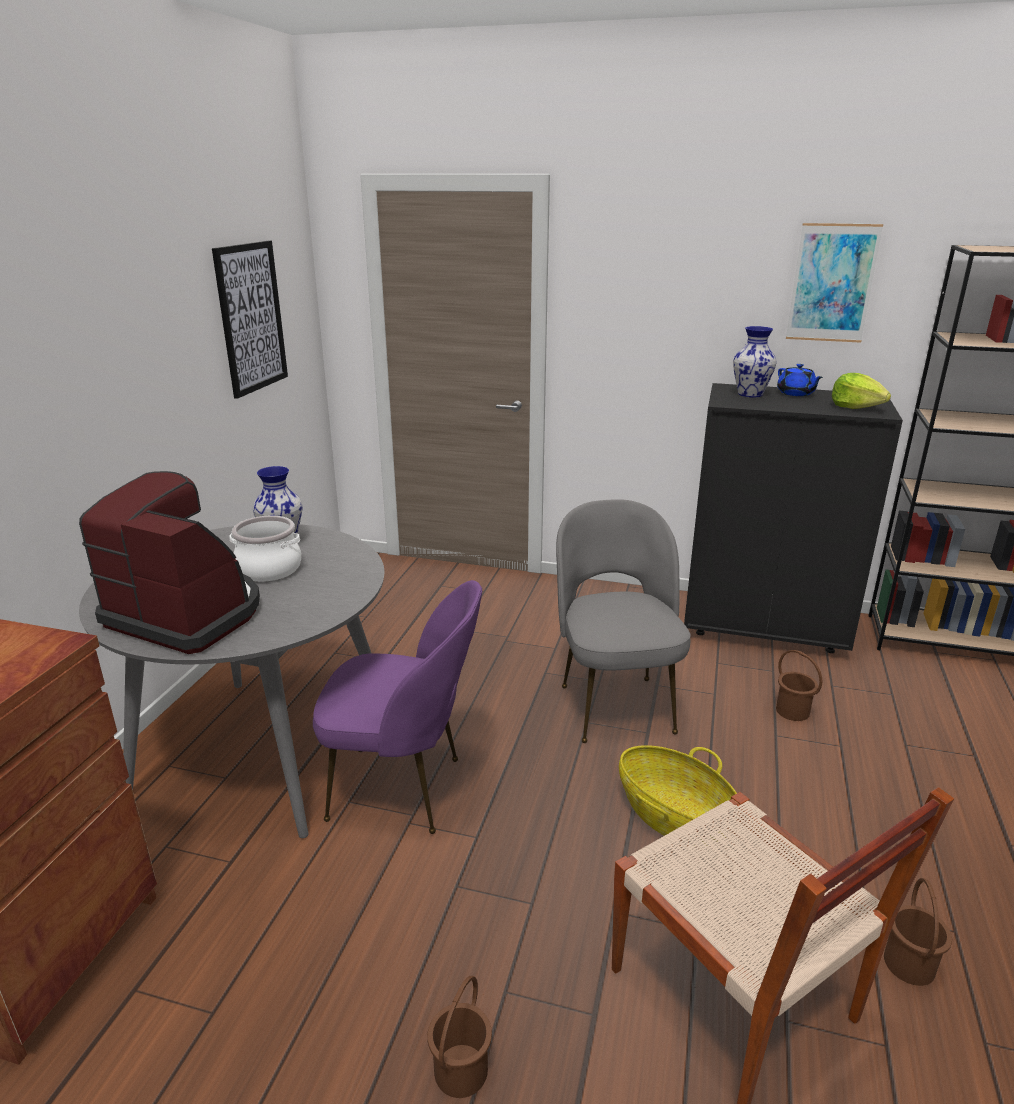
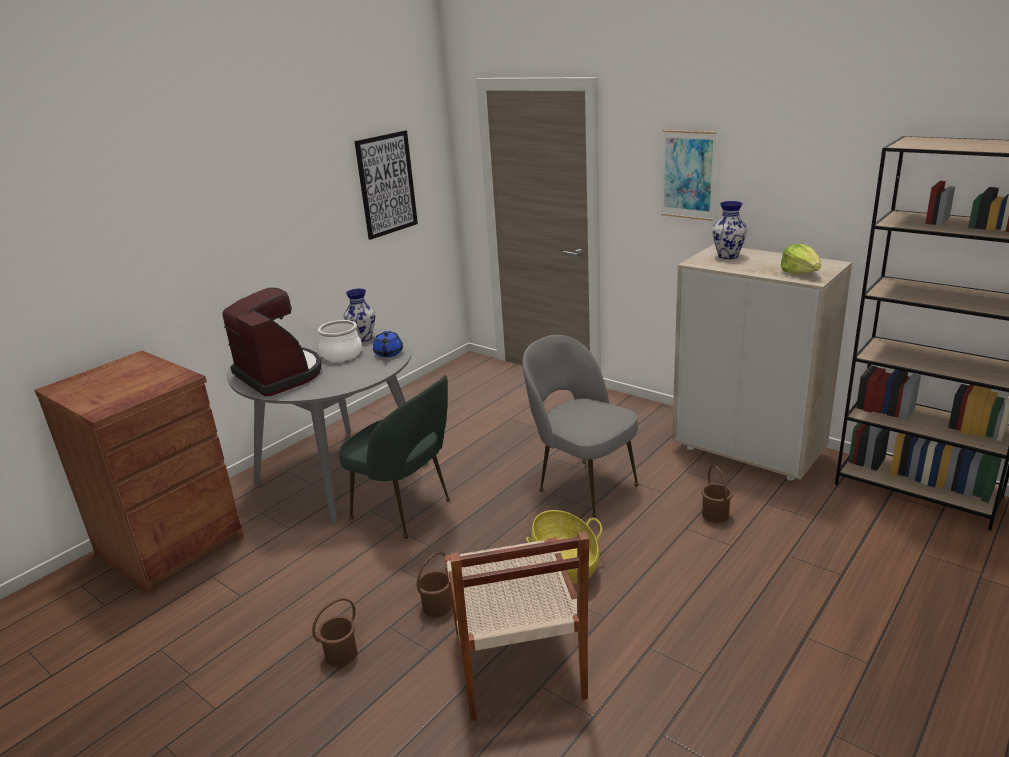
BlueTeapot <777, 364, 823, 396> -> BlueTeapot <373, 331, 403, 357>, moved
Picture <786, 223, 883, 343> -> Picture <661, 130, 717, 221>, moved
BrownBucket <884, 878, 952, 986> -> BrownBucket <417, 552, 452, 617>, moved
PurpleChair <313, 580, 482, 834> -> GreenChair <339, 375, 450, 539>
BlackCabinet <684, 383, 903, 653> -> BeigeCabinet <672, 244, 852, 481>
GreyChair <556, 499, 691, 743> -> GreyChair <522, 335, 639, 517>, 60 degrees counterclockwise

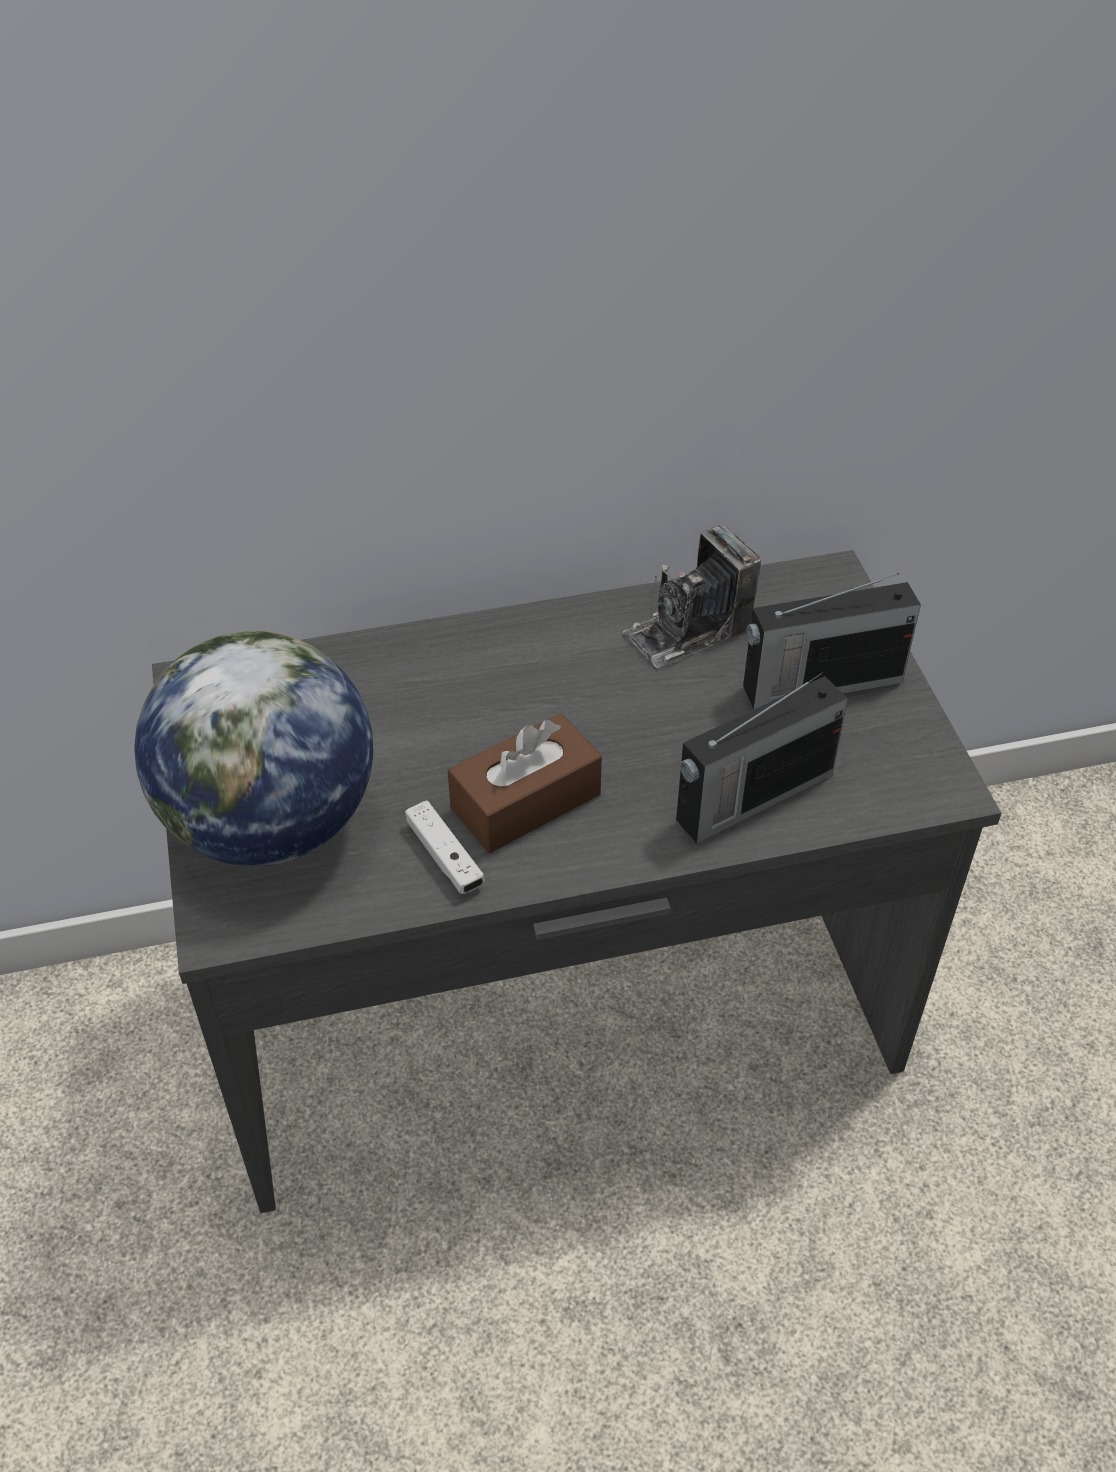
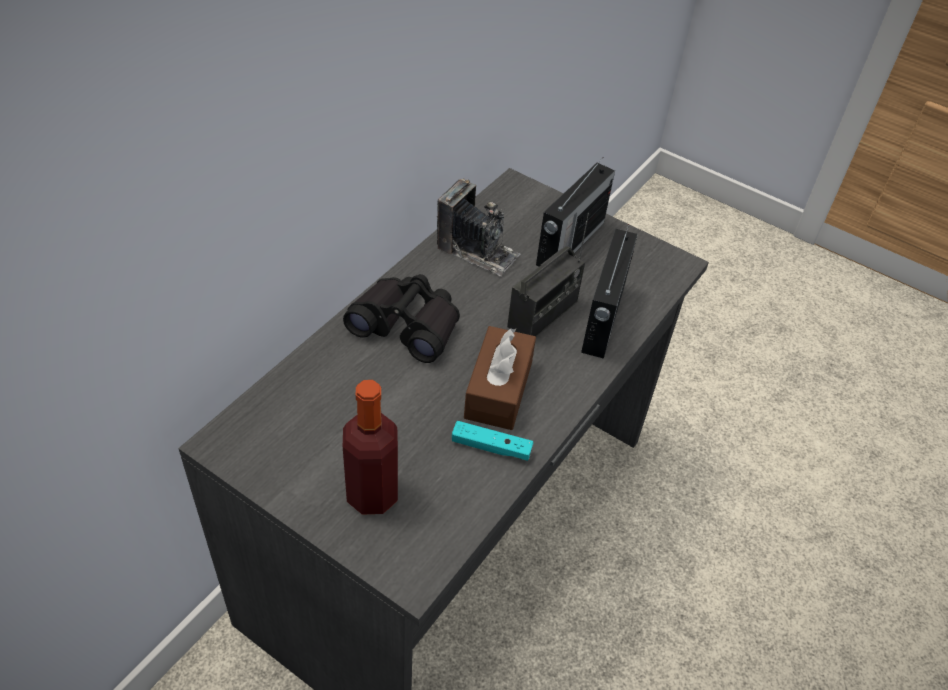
none -> BlackBinoculars <343, 274, 460, 363>
none -> Radio <507, 213, 589, 336>
Globe <134, 631, 373, 866> -> Bottle <343, 380, 398, 515>
WhiteGameController <405, 801, 485, 894> -> TurquoiseGameController <452, 421, 533, 461>
PhotoCamera <622, 525, 761, 668> -> PhotoCamera <436, 179, 521, 277>, 75 degrees counterclockwise

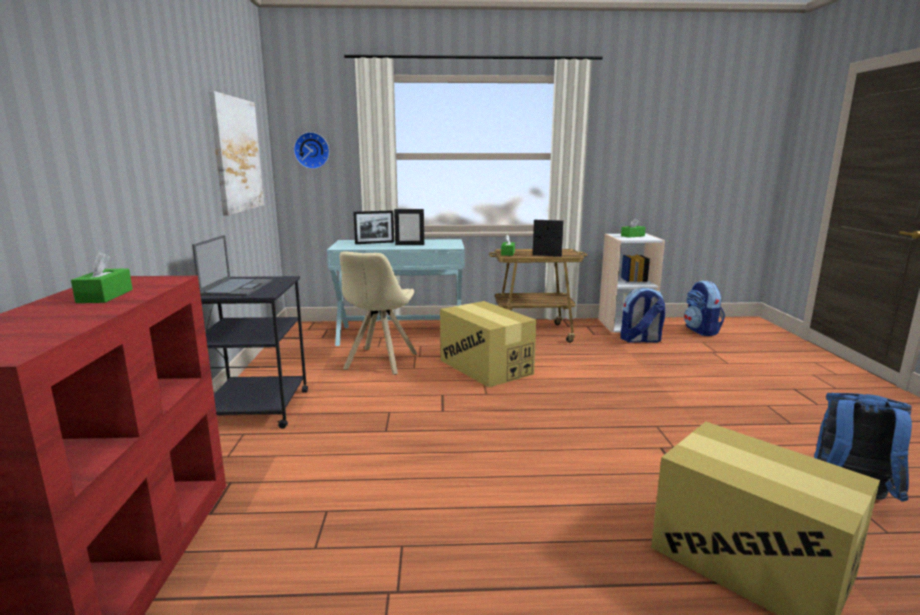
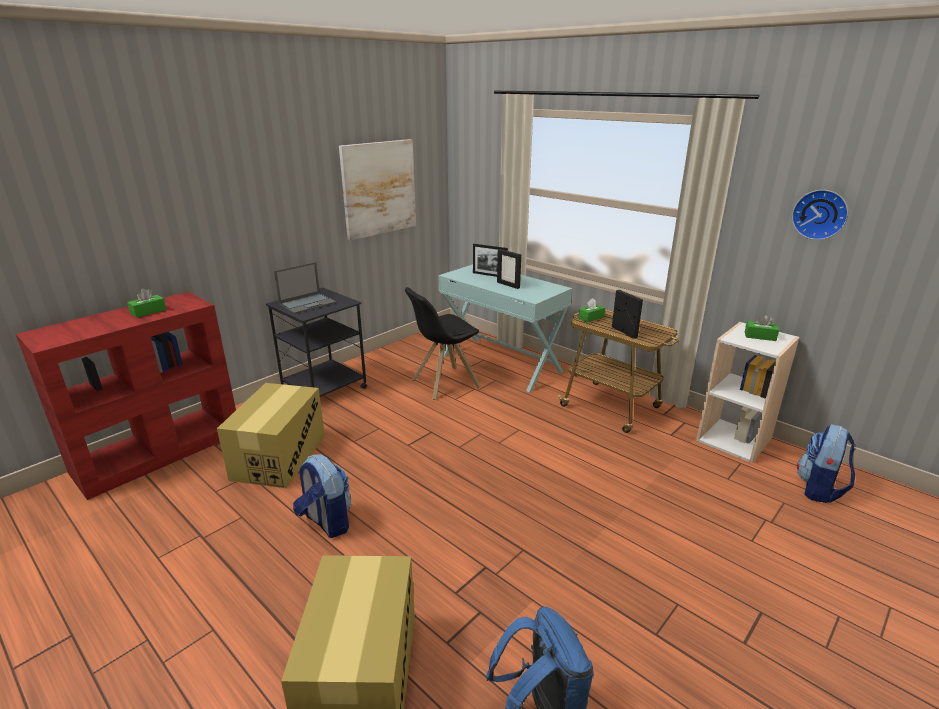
WallClock <294, 132, 330, 169> -> WallClock <792, 190, 848, 240>, moved
CardboardBox <440, 301, 536, 388> -> CardboardBox <217, 383, 325, 488>, moved
Backpack <621, 288, 665, 343> -> Backpack <293, 454, 351, 538>, moved
BeigeChair <340, 251, 418, 375> -> BlackChair <405, 287, 480, 400>

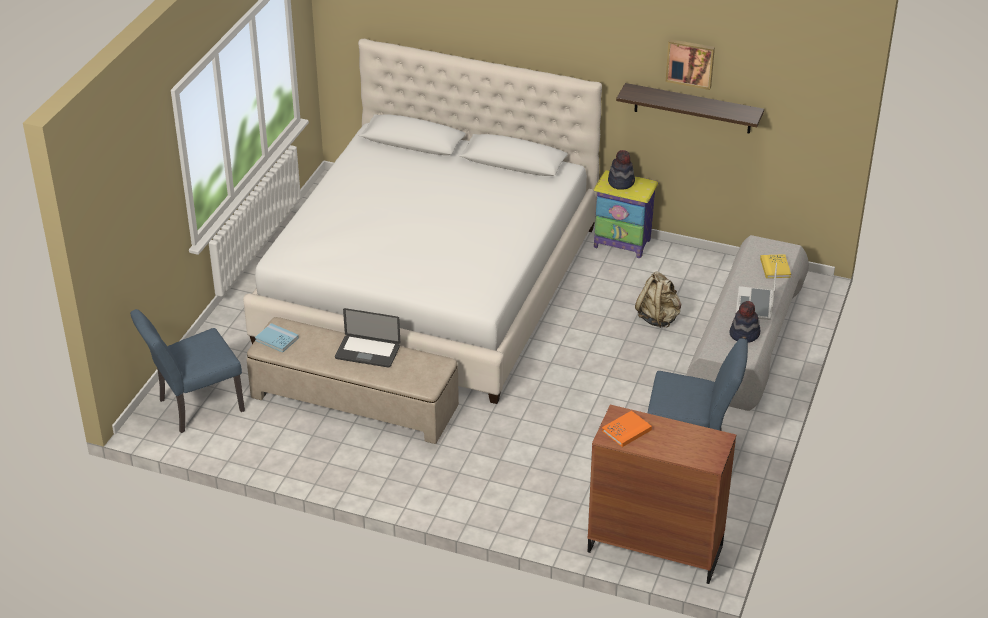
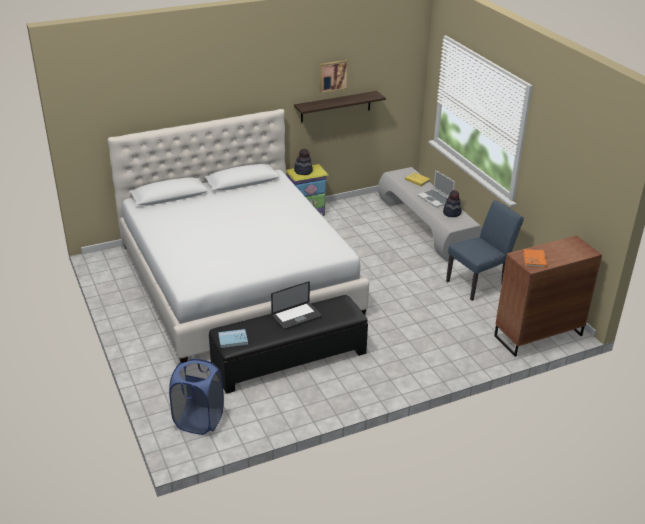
BeigeBackpack <635, 272, 681, 328> -> none
BlueChair <130, 309, 245, 433> -> BlueLaundryBasket <169, 359, 224, 435>
BeigeBench <247, 317, 459, 444> -> BlackBench <209, 295, 368, 394>

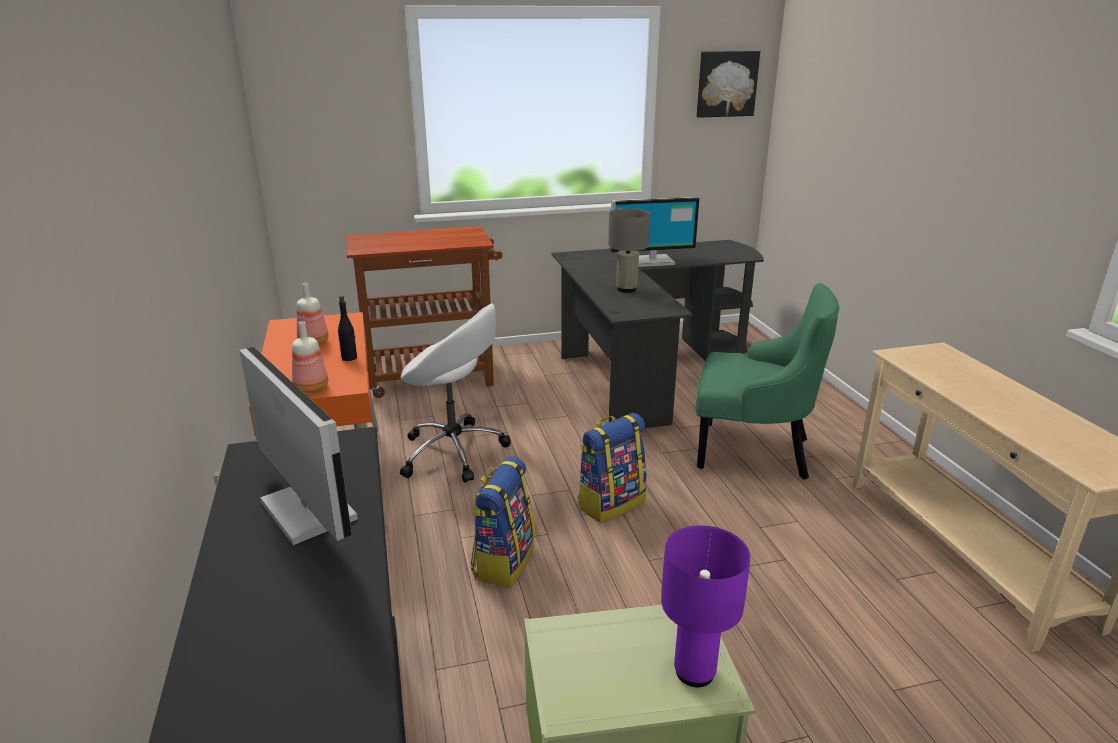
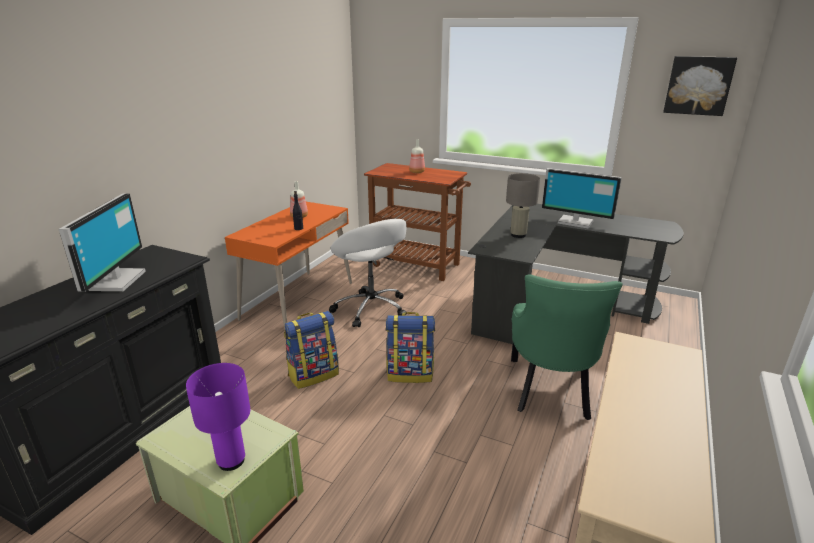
Bottle <292, 321, 328, 393> -> Bottle <409, 139, 425, 173>, moved
GreenChair <696, 283, 839, 480> -> GreenChair <511, 274, 623, 420>, 45 degrees clockwise

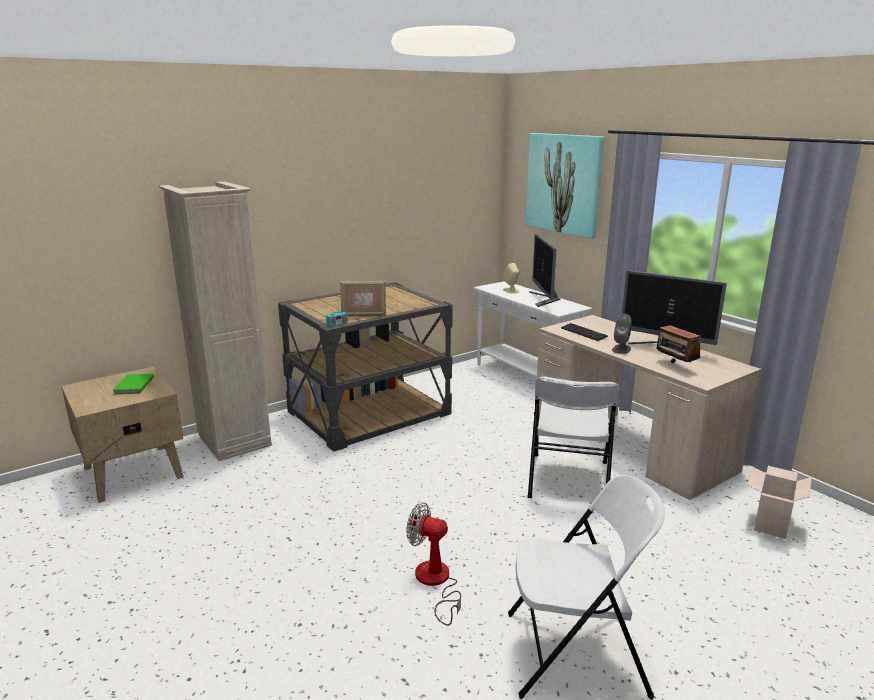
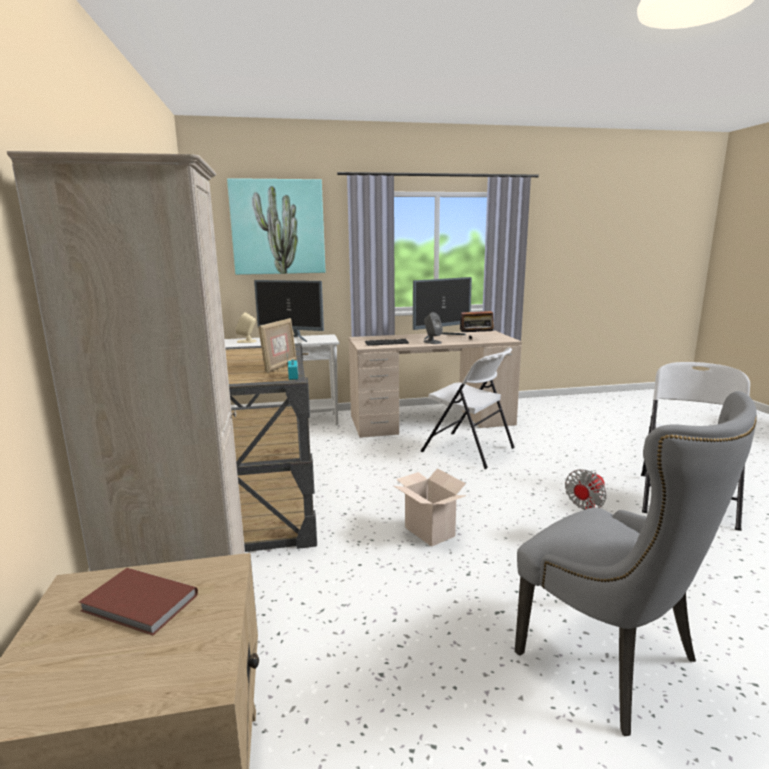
none -> GreyChair <515, 391, 757, 736>
CardboardBox <747, 466, 812, 539> -> CardboardBox <394, 468, 467, 547>, moved
GreenBook <113, 374, 154, 394> -> BrownBook <79, 568, 198, 636>

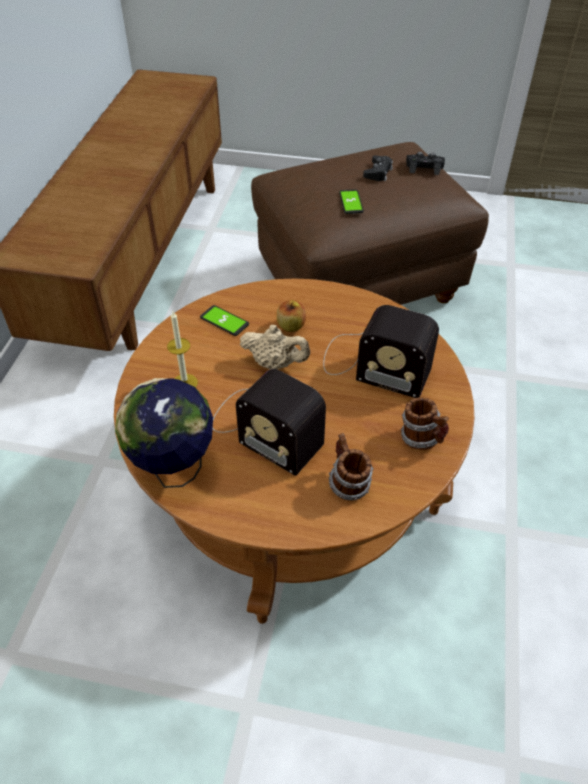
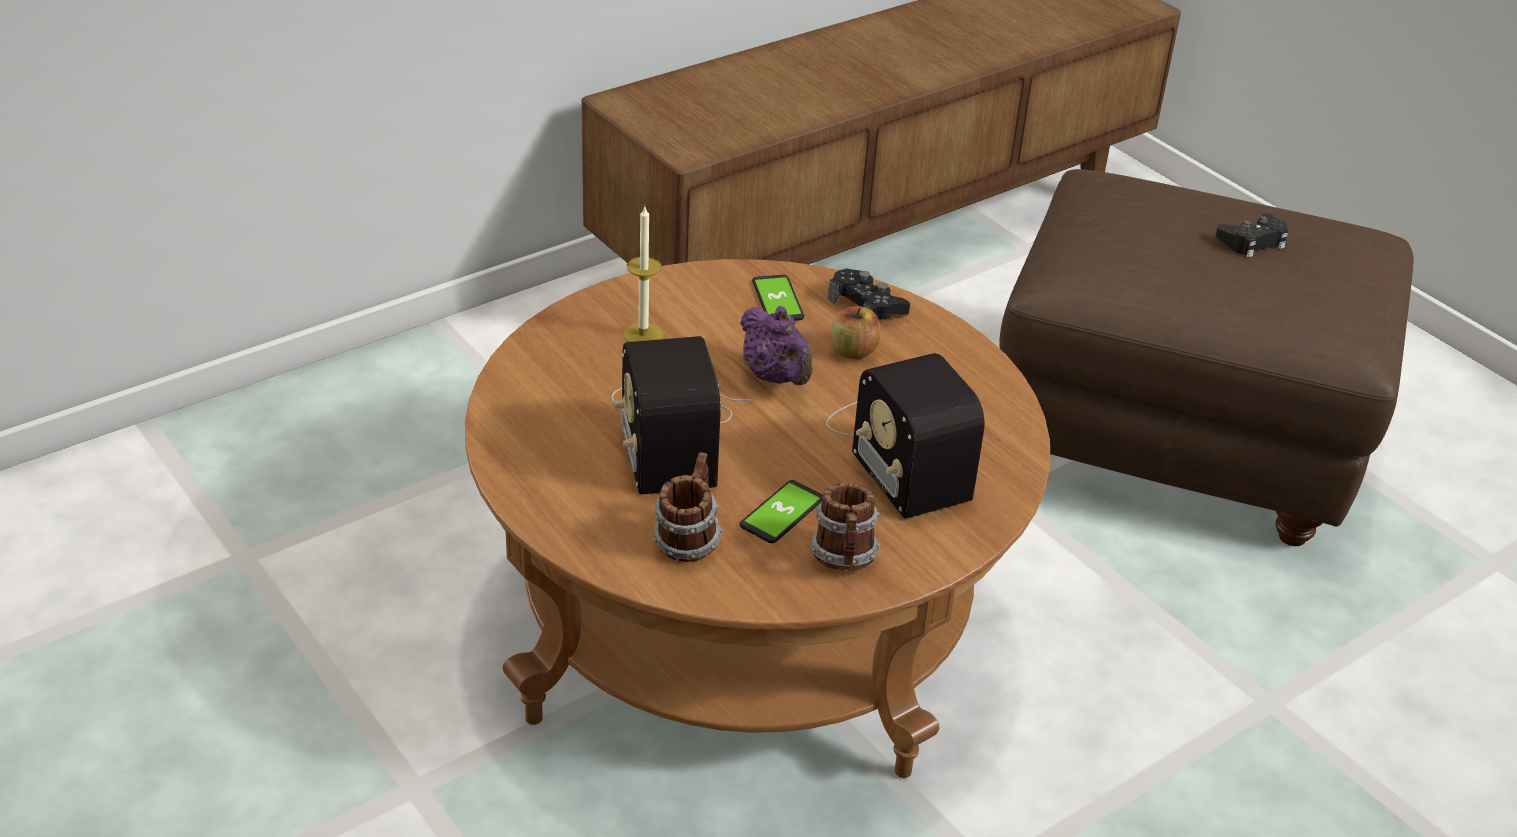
Globe <115, 378, 213, 488> -> none
Phone <339, 189, 364, 214> -> Phone <740, 480, 823, 543>, moved
BlackGameController <406, 152, 445, 175> -> BlackGameController <828, 268, 910, 319>, moved
BeigeTeapot <240, 325, 310, 370> -> PurpleTeapot <740, 306, 813, 385>

